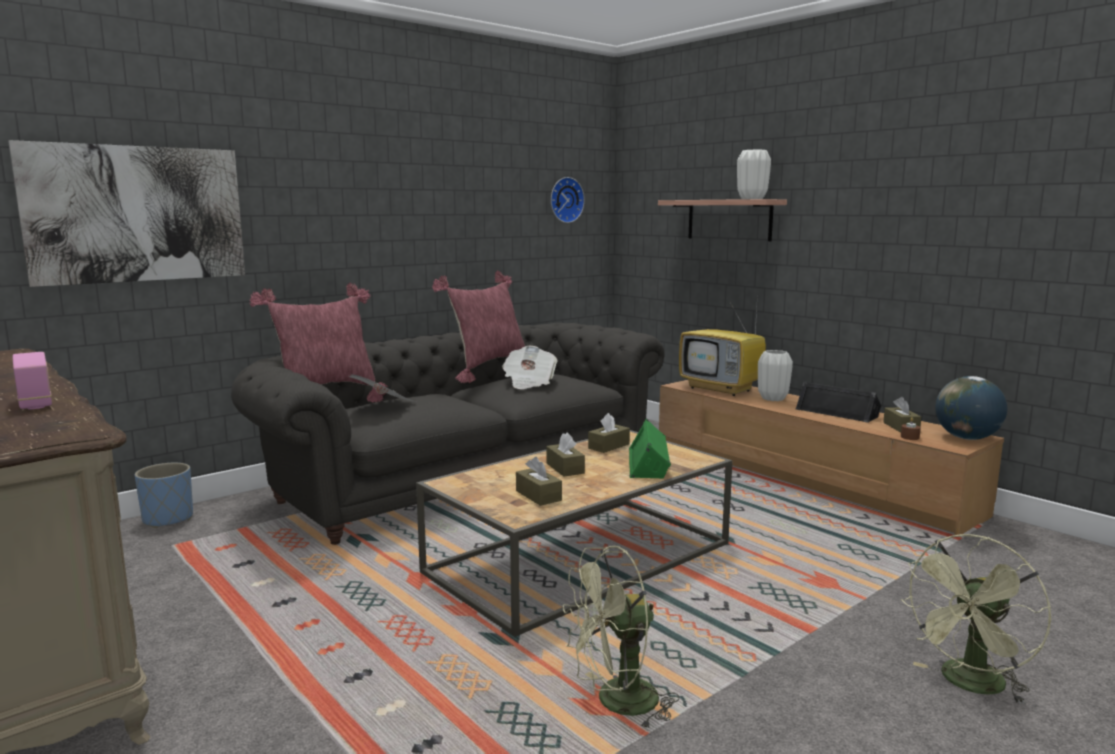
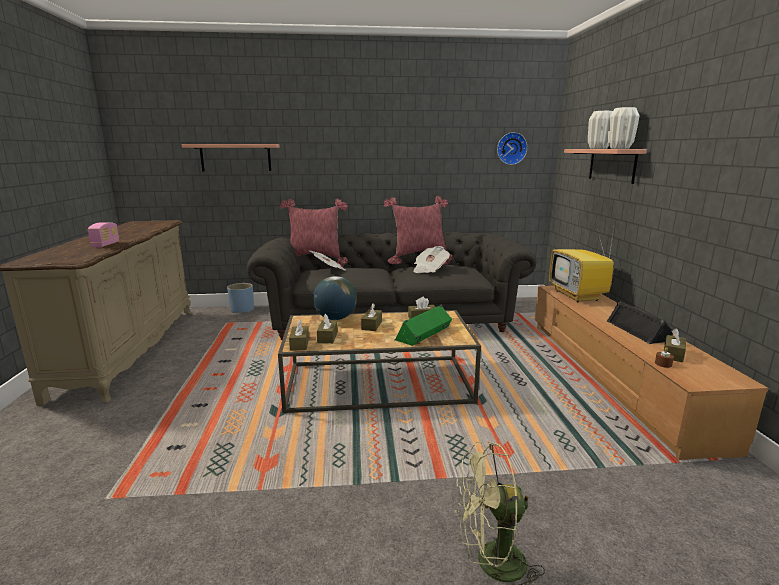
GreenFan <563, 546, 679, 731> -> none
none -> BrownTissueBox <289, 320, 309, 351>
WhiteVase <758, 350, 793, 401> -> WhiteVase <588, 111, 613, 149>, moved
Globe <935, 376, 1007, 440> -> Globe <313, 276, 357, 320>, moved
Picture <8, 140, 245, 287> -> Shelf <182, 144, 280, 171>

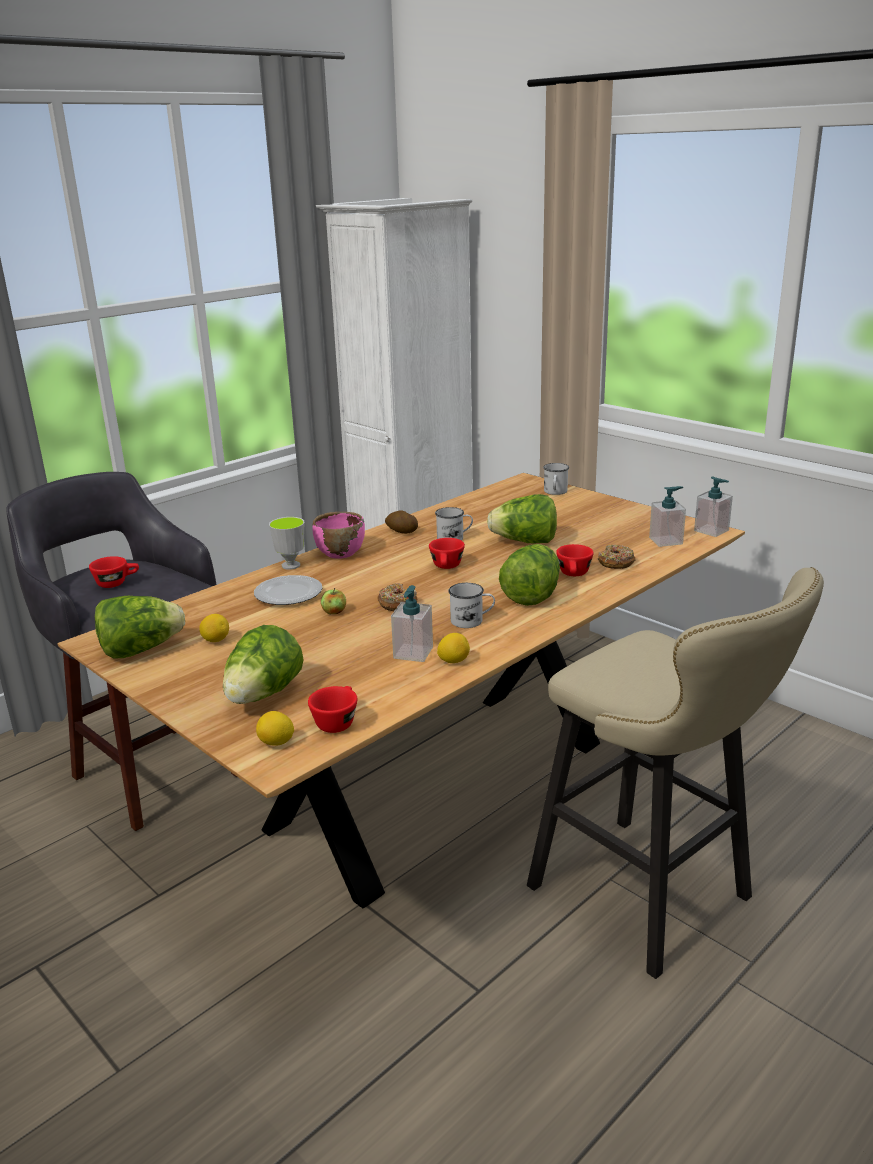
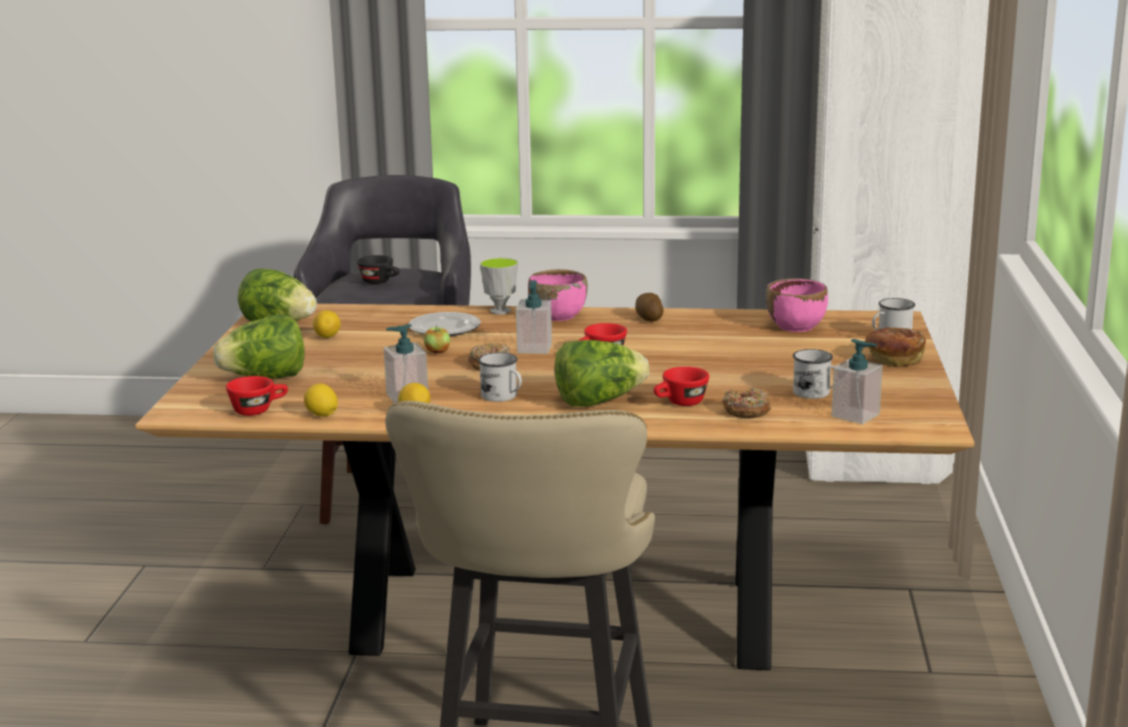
Lettuce <487, 494, 557, 544> -> none
none -> PinkBowl <766, 278, 828, 332>
none -> Bread <865, 327, 926, 368>
Lemon <256, 711, 294, 746> -> Lemon <304, 383, 338, 417>, moved
WhiteMug <435, 507, 473, 541> -> WhiteMug <793, 349, 834, 399>, moved
SoapDispenser <694, 477, 733, 537> -> SoapDispenser <516, 280, 552, 354>, moved
RedCup <89, 556, 139, 588> -> BlackCup <357, 255, 399, 284>

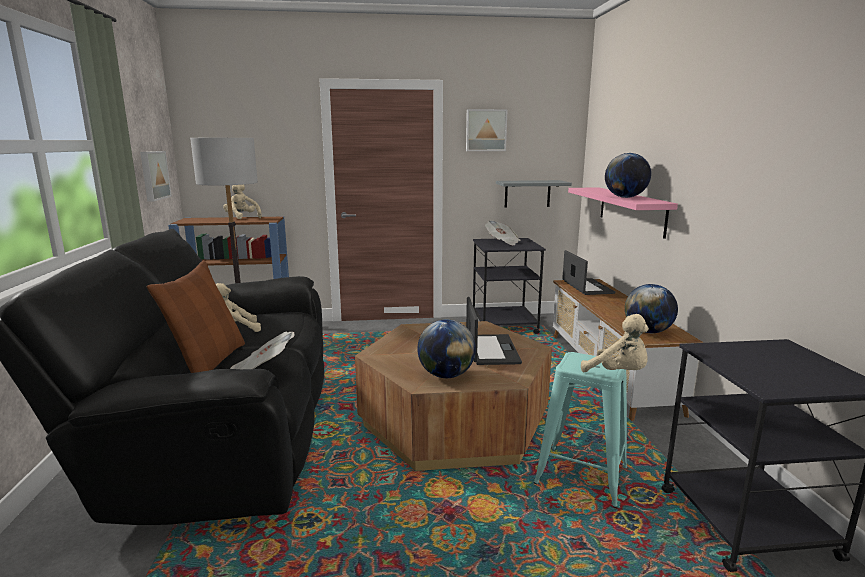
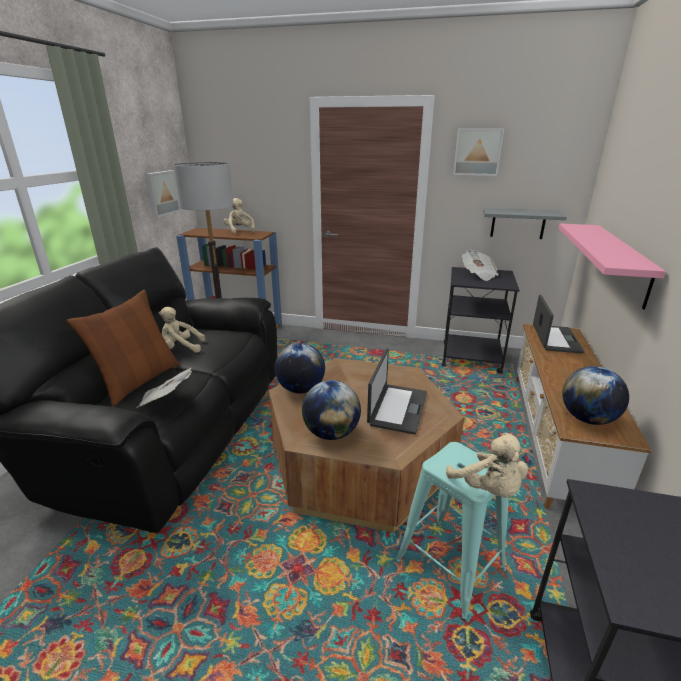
Globe <605, 153, 651, 198> -> Globe <275, 343, 325, 393>, moved

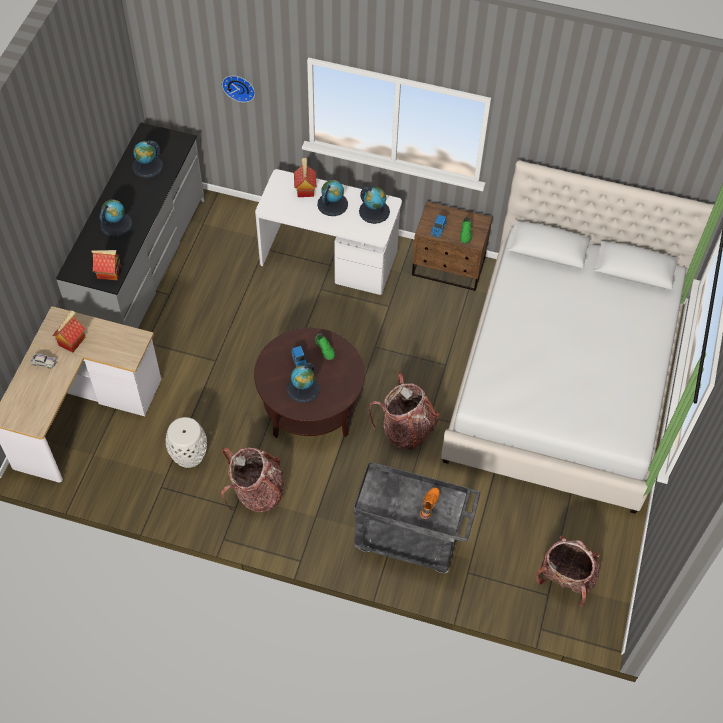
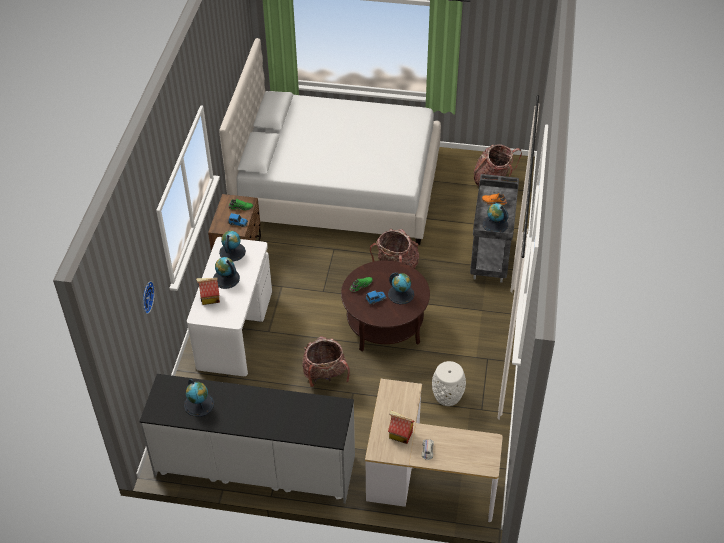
ToyHouse <91, 250, 121, 281> -> none
Globe <99, 199, 132, 237> -> Globe <483, 203, 509, 233>, moved
Backpack <221, 447, 284, 512> -> Backpack <302, 336, 350, 387>, moved

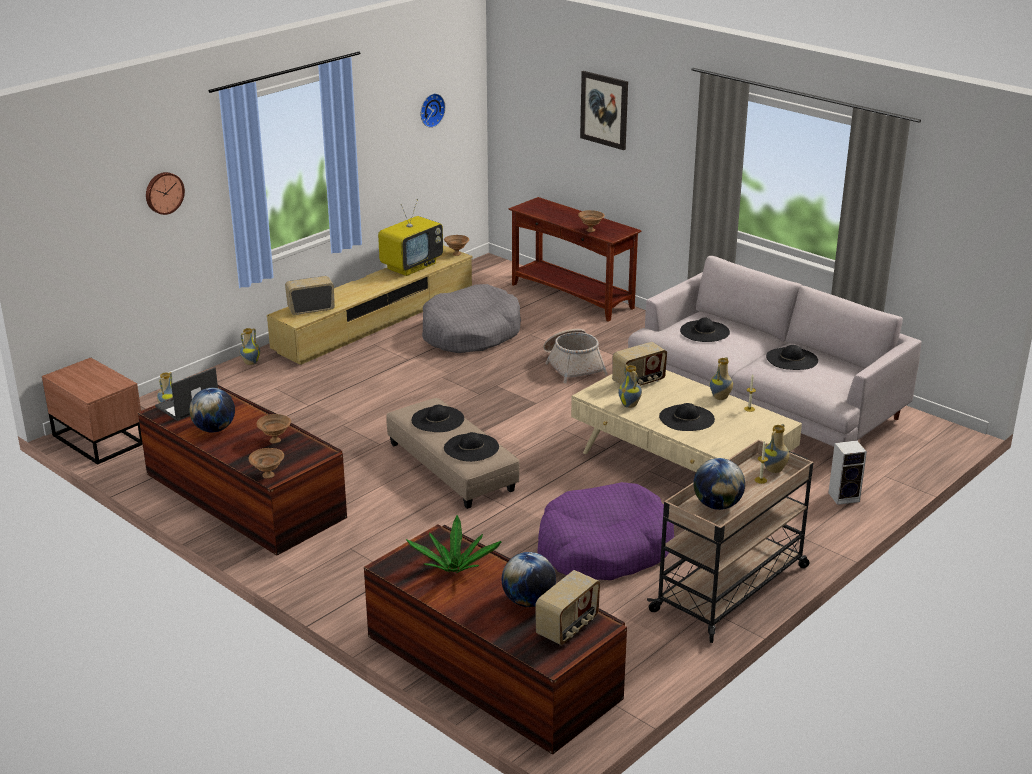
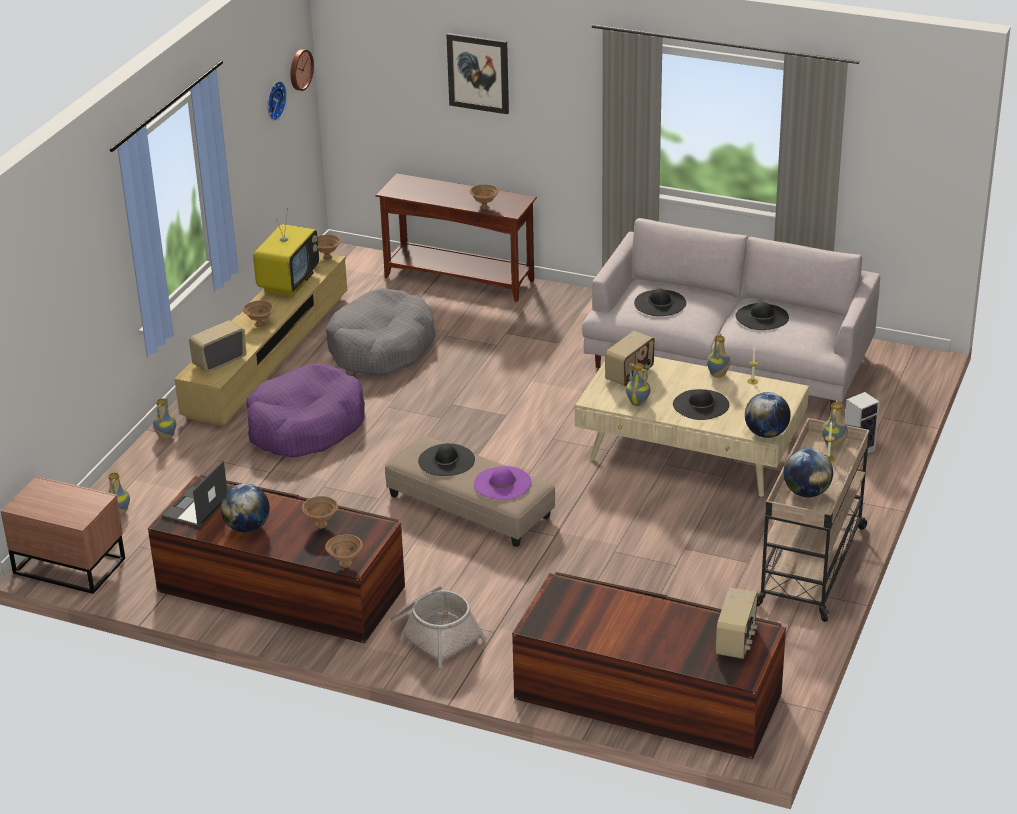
PottedPlant <406, 515, 502, 573> -> none
none -> BrownBowl <243, 300, 274, 327>
WallClock <146, 172, 185, 215> -> WallClock <291, 49, 314, 91>, moved
Globe <502, 552, 556, 607> -> Globe <745, 392, 791, 438>, moved
PurpleDogBed <537, 482, 674, 580> -> PurpleDogBed <246, 363, 365, 457>, moved
Basket <543, 329, 608, 383> -> Basket <391, 585, 486, 668>, moved
BlackHat <444, 432, 499, 462> -> PurpleHat <474, 466, 531, 500>

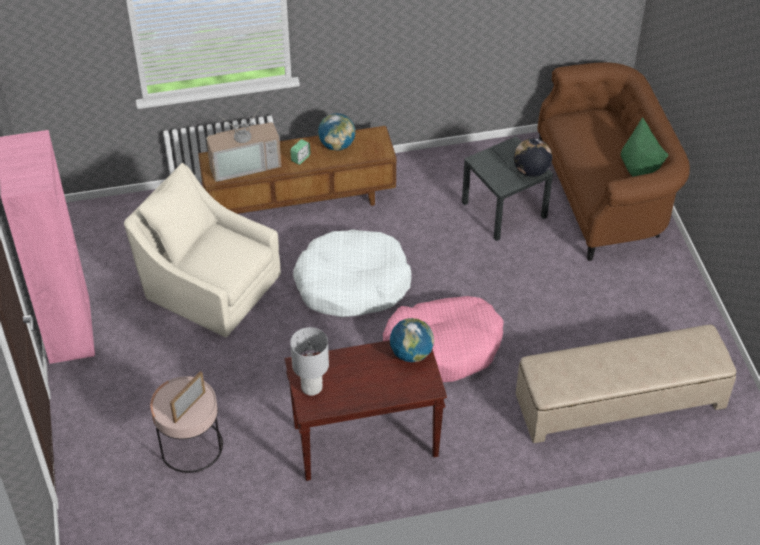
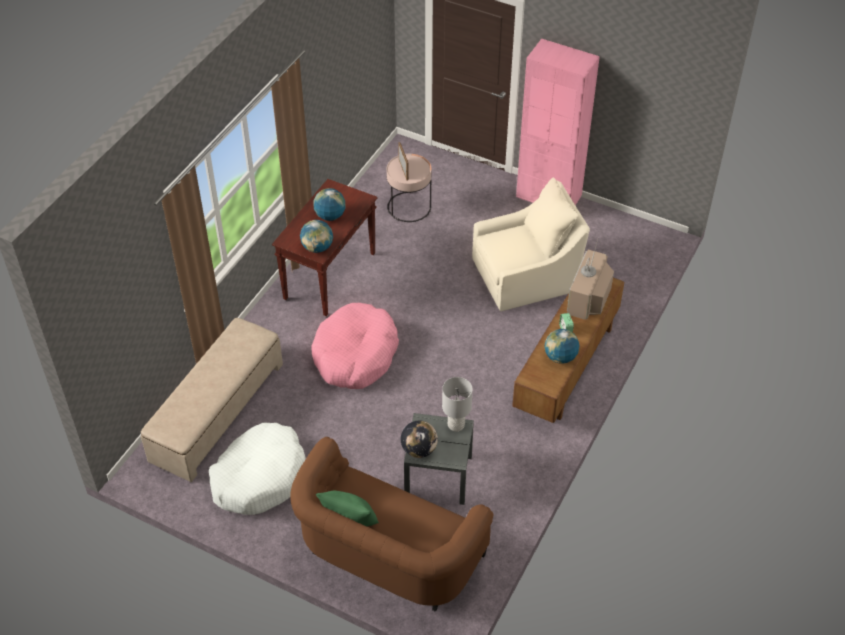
none -> Globe <313, 188, 345, 221>
GreyTableLamp <290, 327, 329, 396> -> GreyTableLamp <442, 377, 473, 432>, moved
WhiteDogBed <293, 229, 412, 317> -> WhiteDogBed <209, 423, 305, 515>, moved

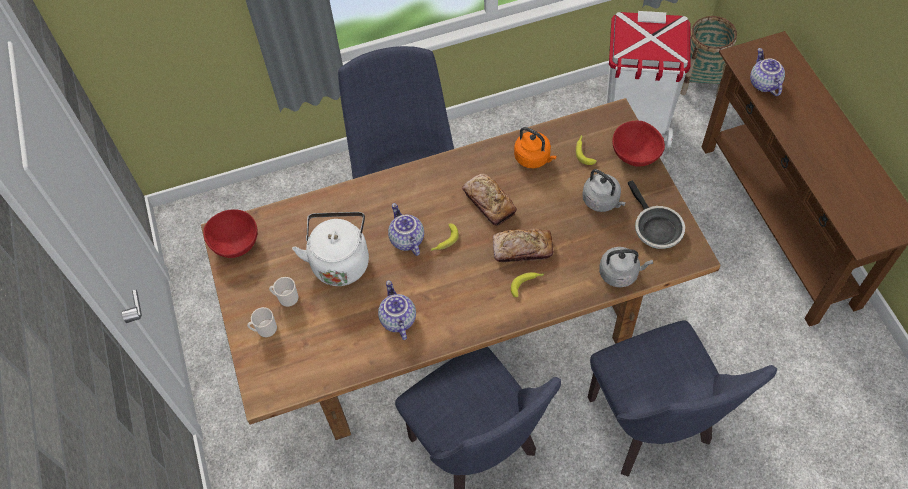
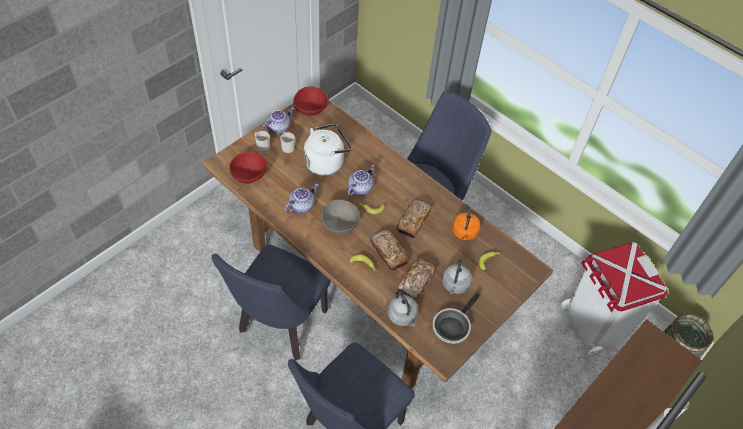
none -> GreyBowl <321, 200, 359, 234>
none -> Bread <398, 258, 437, 300>
RedBowl <612, 121, 665, 167> -> RedBowl <229, 152, 268, 184>, moved
Teapot <750, 48, 785, 96> -> Teapot <262, 108, 294, 134>, moved

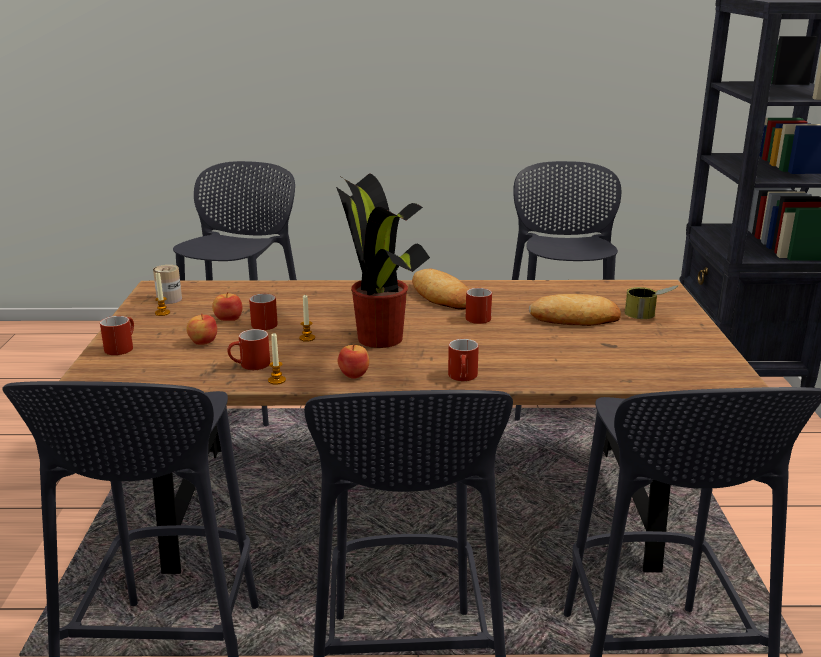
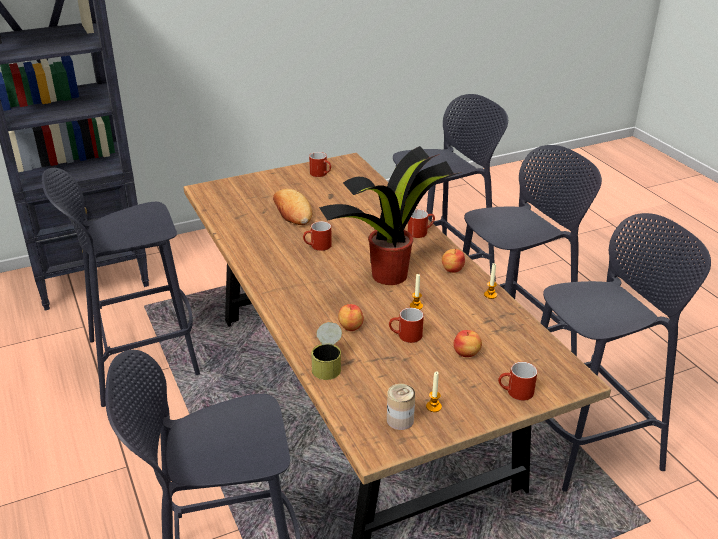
Bread <412, 269, 469, 310> -> none
Apple <212, 292, 243, 321> -> Apple <338, 304, 364, 331>, moved
RedMug <227, 329, 270, 370> -> RedMug <309, 152, 331, 177>, moved
Can <625, 285, 679, 319> -> Can <311, 322, 342, 380>, moved

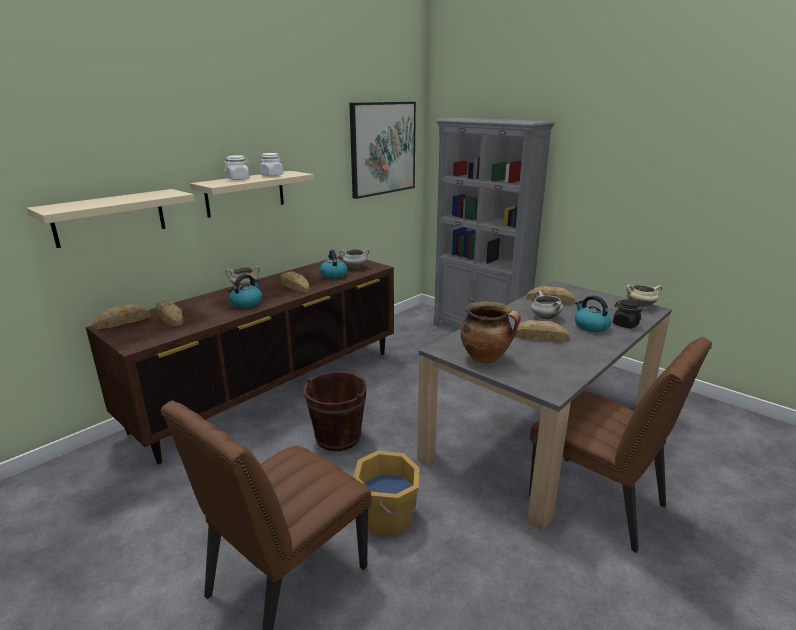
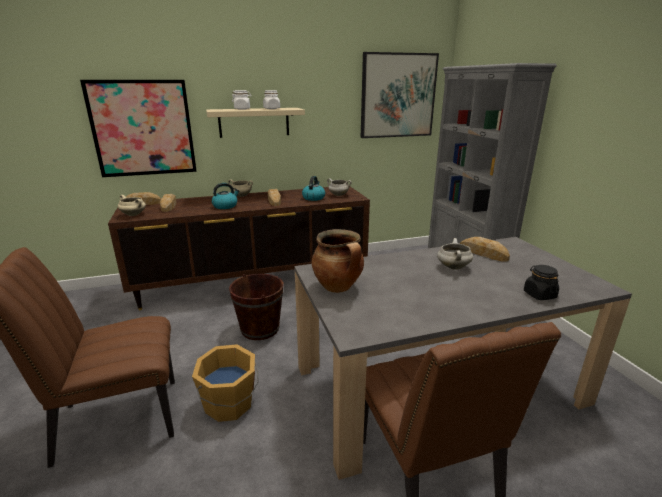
Bread <515, 320, 570, 342> -> none
Kettle <575, 296, 611, 332> -> none
BeigeCookingPot <626, 285, 663, 307> -> BeigeCookingPot <118, 195, 146, 216>, moved
BeigeShelf <27, 189, 195, 248> -> Picture <80, 80, 197, 177>

